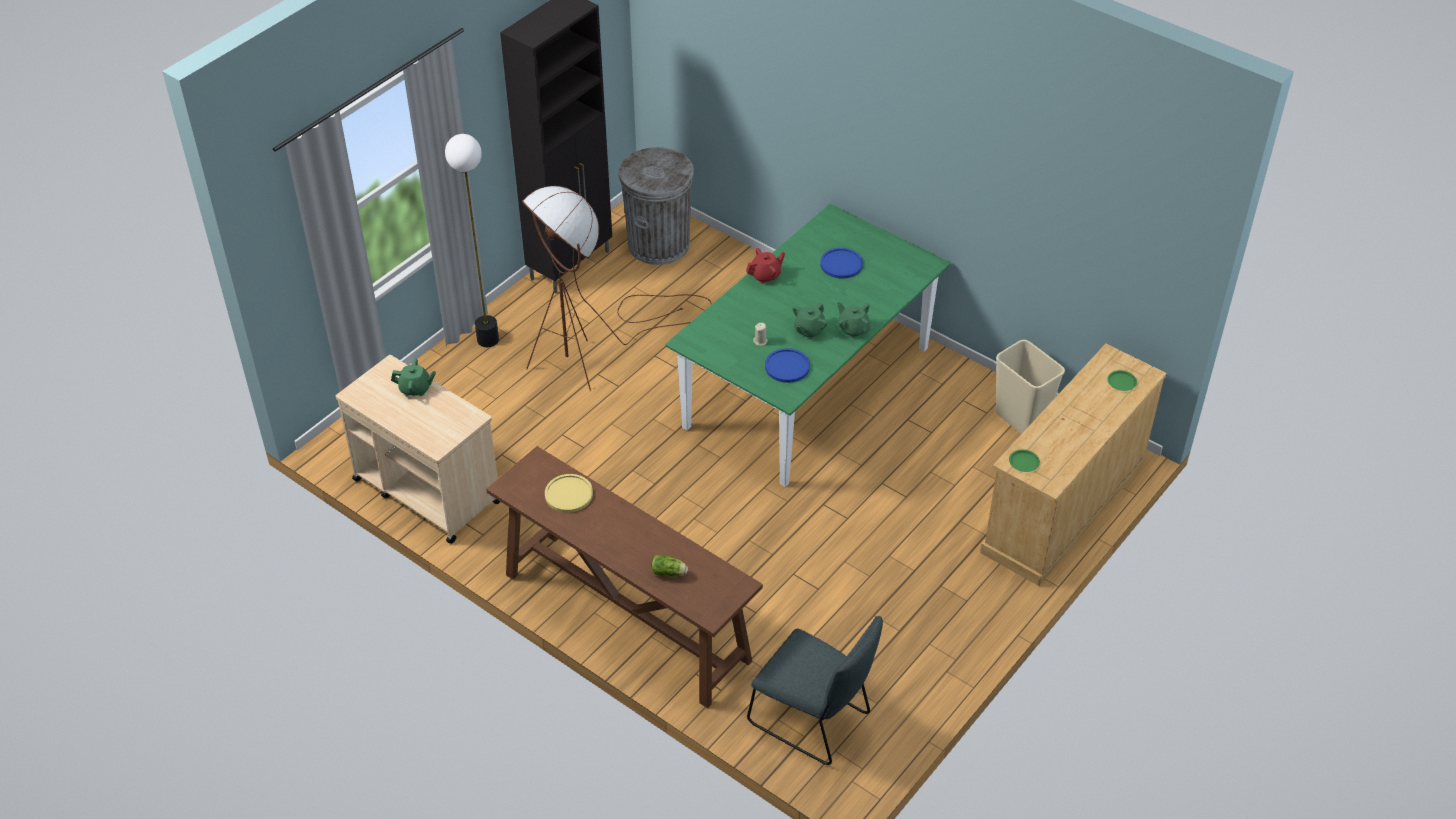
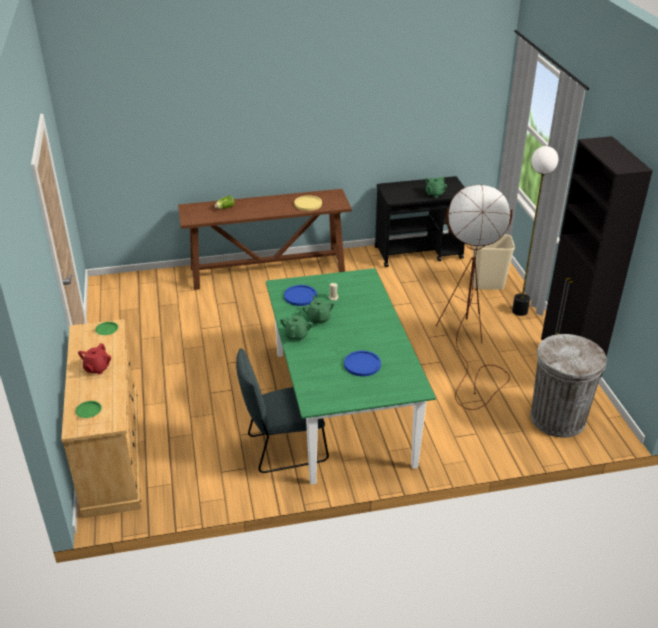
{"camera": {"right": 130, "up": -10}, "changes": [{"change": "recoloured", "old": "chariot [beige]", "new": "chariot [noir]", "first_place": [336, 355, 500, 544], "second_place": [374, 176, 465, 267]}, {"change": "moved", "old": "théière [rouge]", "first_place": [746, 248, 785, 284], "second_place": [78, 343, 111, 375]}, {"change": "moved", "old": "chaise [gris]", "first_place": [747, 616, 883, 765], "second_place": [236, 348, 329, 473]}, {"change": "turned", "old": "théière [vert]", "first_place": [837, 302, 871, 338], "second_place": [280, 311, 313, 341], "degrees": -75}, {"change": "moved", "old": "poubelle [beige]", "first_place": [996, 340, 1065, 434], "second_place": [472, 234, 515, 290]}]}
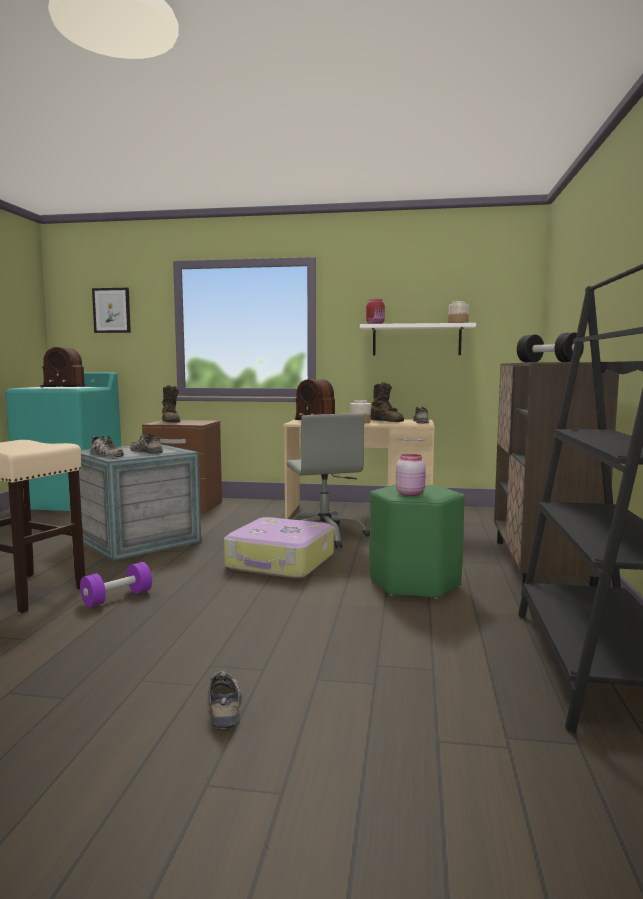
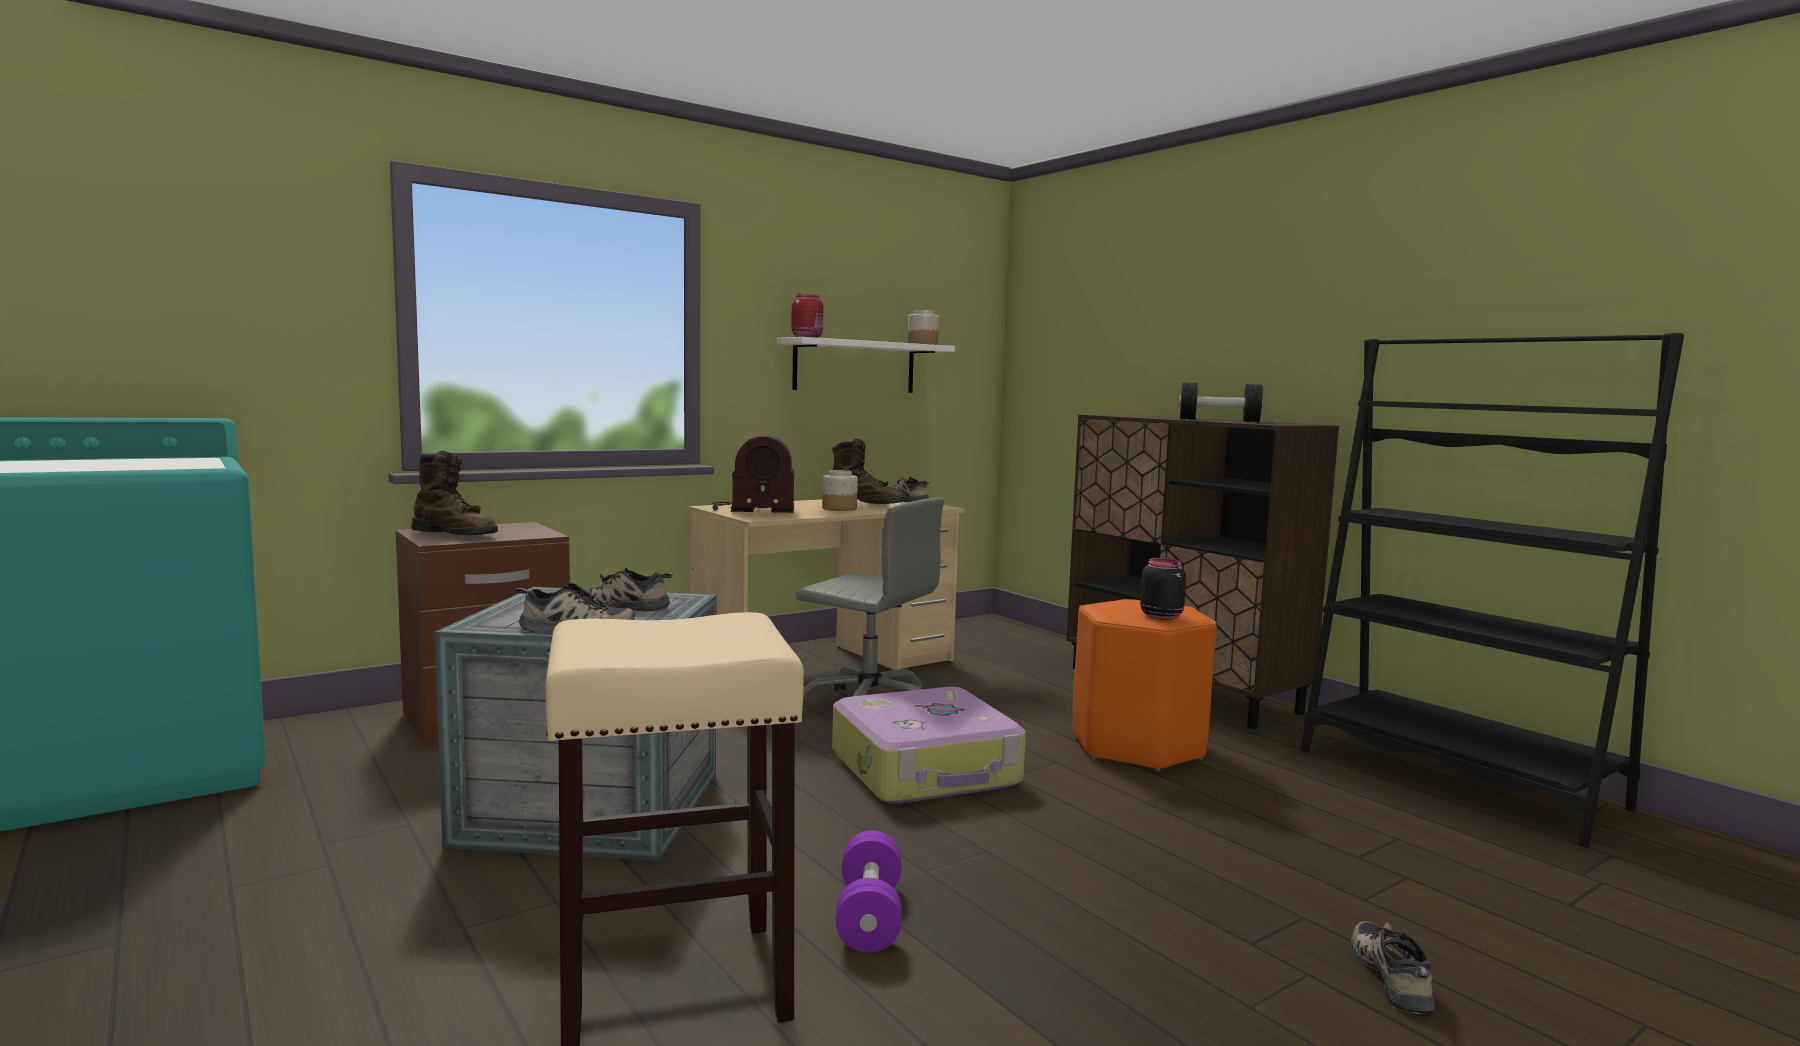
{"camera": {"right": -45, "up": 0}, "changes": [{"change": "removed", "old": "radio", "first_place": [40, 347, 85, 388]}, {"change": "removed", "old": "tableau", "first_place": [92, 288, 131, 333]}, {"change": "turned", "old": "chaussure", "first_place": [209, 671, 242, 729], "second_place": [1351, 921, 1435, 1015], "degrees": 60}, {"change": "recoloured", "old": "tabouret [vert]", "new": "tabouret [orange]", "first_place": [369, 485, 465, 599], "second_place": [1073, 599, 1217, 772]}, {"change": "recoloured", "old": "bocal [rose]", "new": "bocal [noir]", "first_place": [396, 454, 426, 496], "second_place": [1140, 558, 1186, 620]}]}
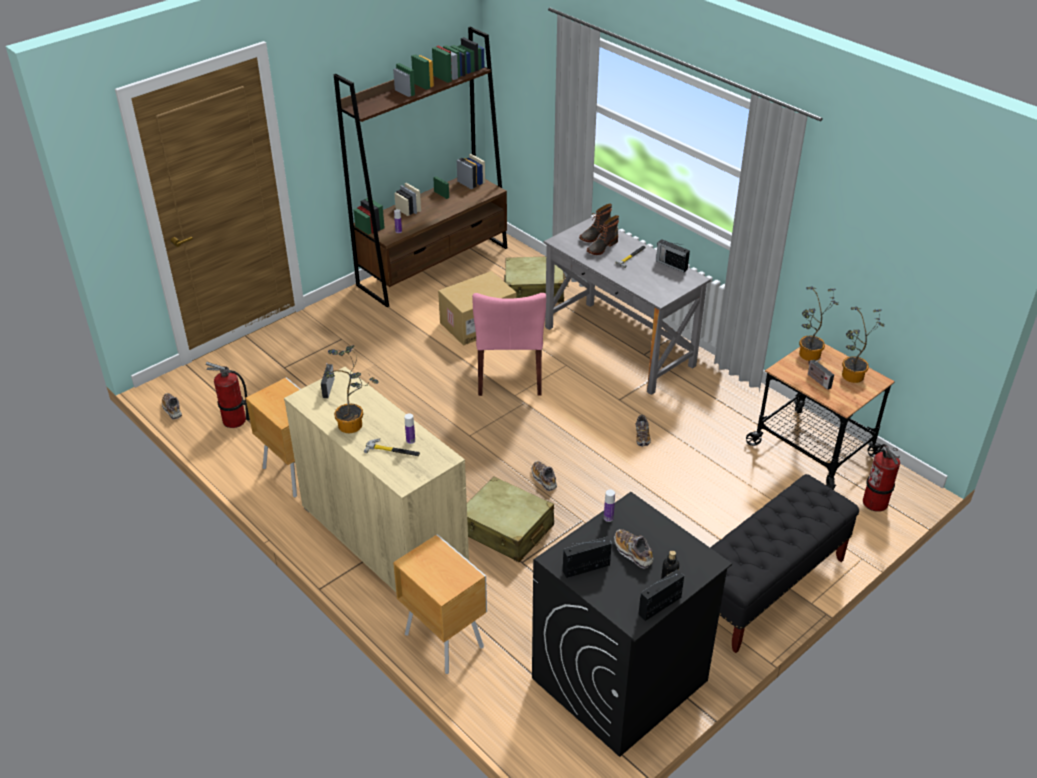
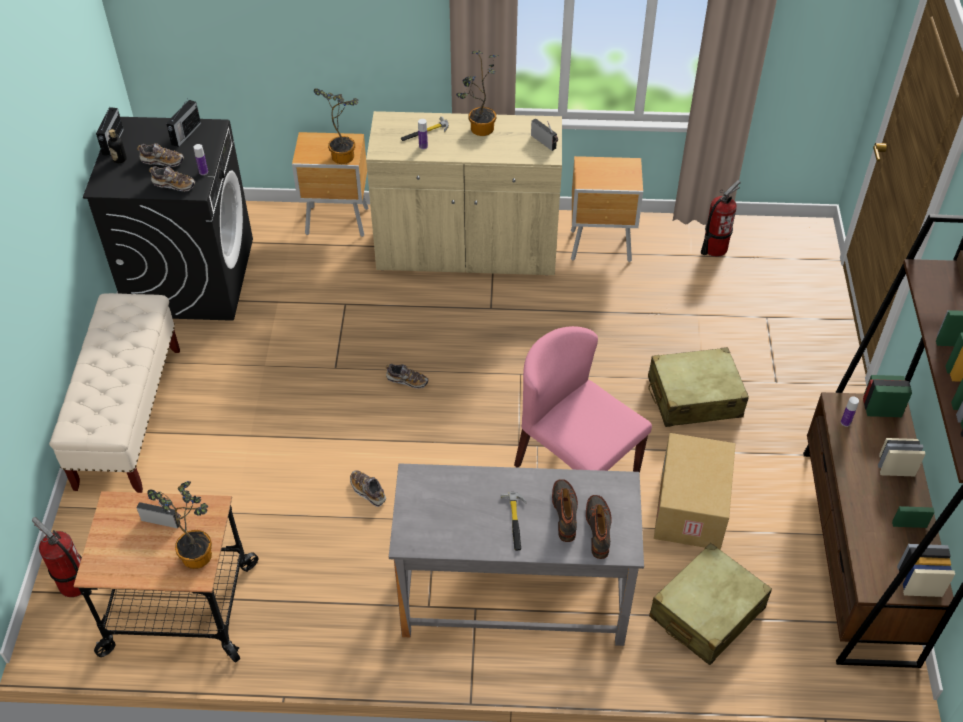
{"camera": {"right": 135, "up": 10}, "changes": [{"change": "moved", "old": "chaussure", "first_place": [162, 393, 182, 420], "second_place": [149, 166, 195, 191]}, {"change": "moved", "old": "valise [beige]", "first_place": [467, 476, 554, 562], "second_place": [648, 347, 749, 427]}, {"change": "removed", "old": "radio", "first_place": [656, 239, 690, 272]}, {"change": "recoloured", "old": "banc [noir]", "new": "banc [beige]", "first_place": [710, 474, 859, 653], "second_place": [49, 293, 180, 493]}, {"change": "moved", "old": "plante en pot", "first_place": [842, 307, 885, 383], "second_place": [314, 88, 359, 164]}]}
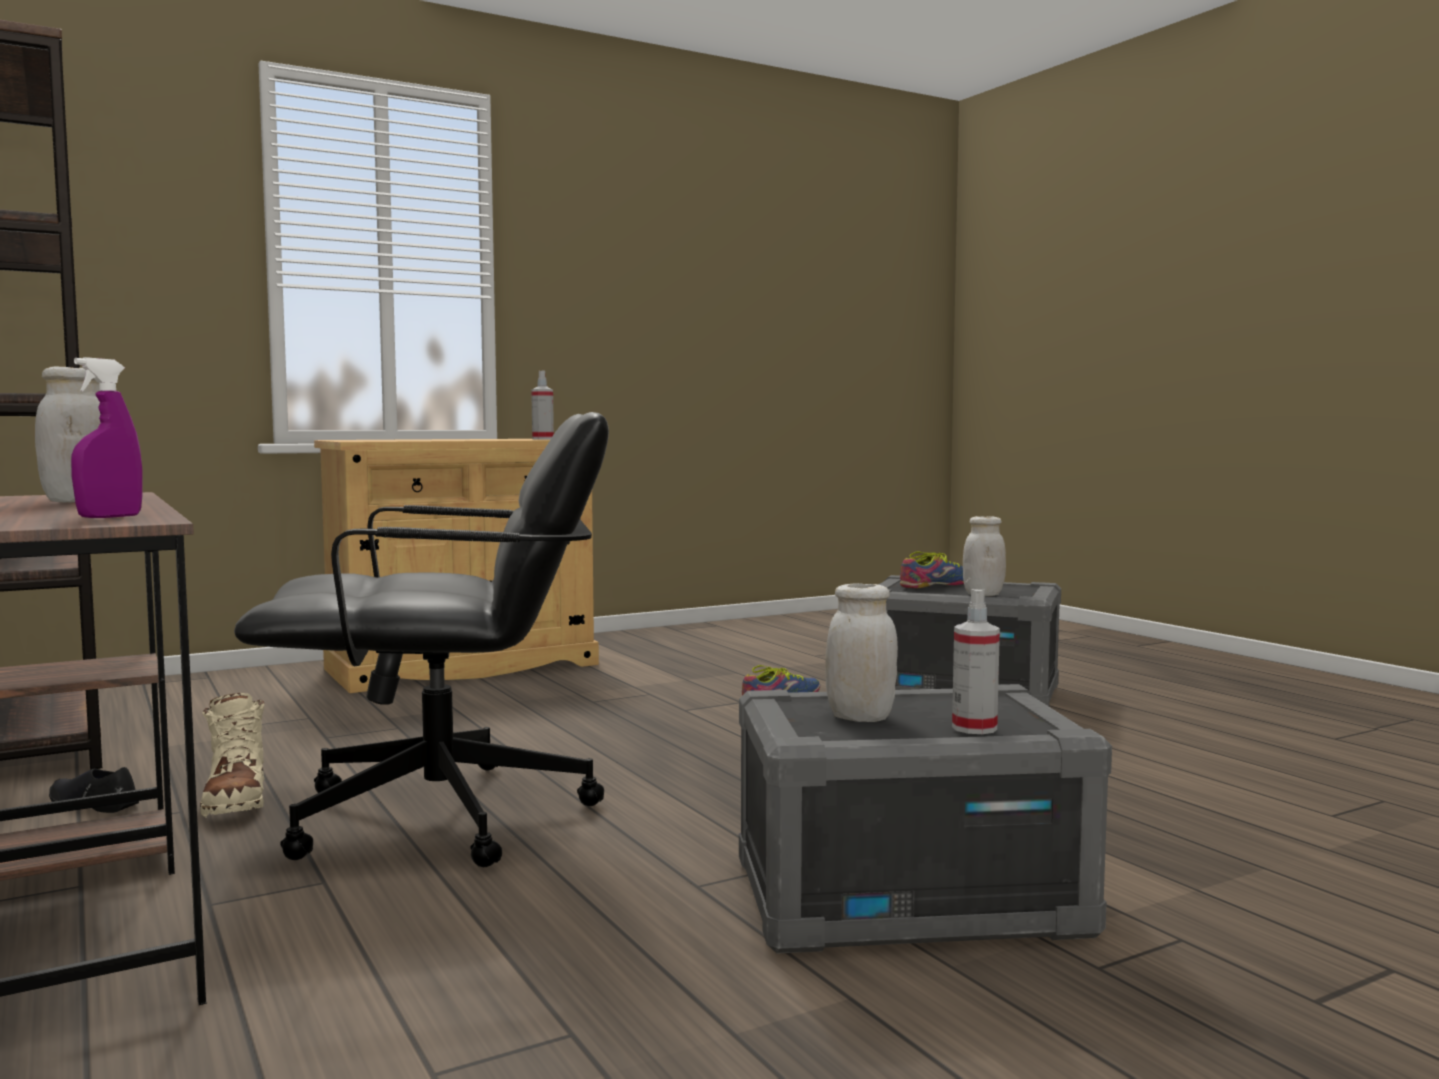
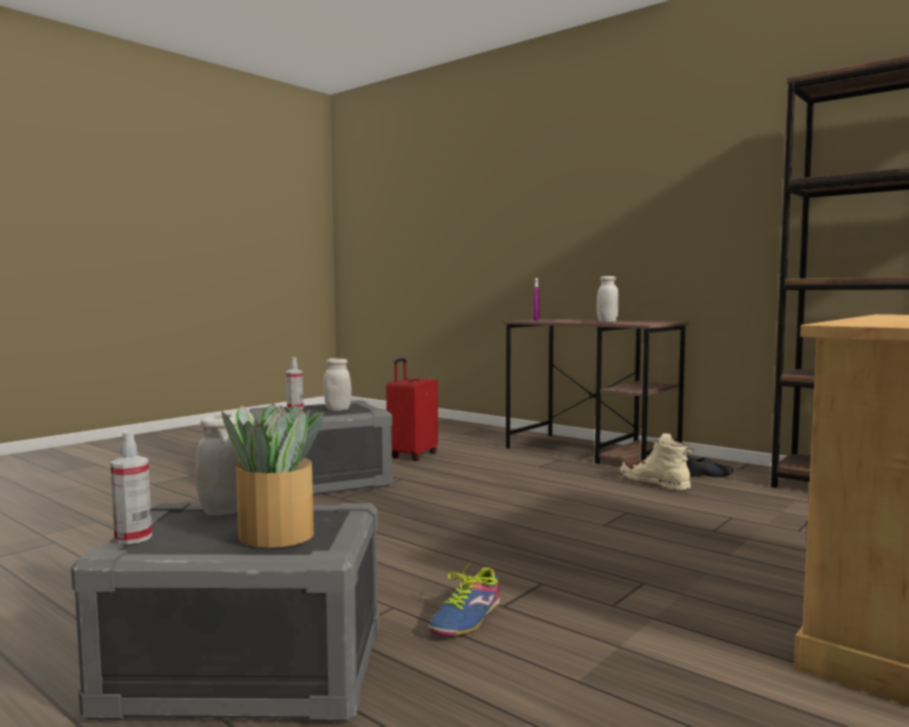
{"camera": {"right": 160, "up": 0}, "changes": [{"change": "removed", "old": "chaise de bureau [noir]", "first_place": [234, 412, 609, 867]}, {"change": "moved", "old": "vaporisateur", "first_place": [531, 370, 554, 439], "second_place": [110, 431, 152, 544]}, {"change": "replaced", "old": "chaussure", "new": "plante en pot", "first_place": [900, 551, 964, 589], "second_place": [221, 403, 323, 548]}, {"change": "added", "new": "valise [rouge]", "second_place": [386, 358, 438, 461]}]}
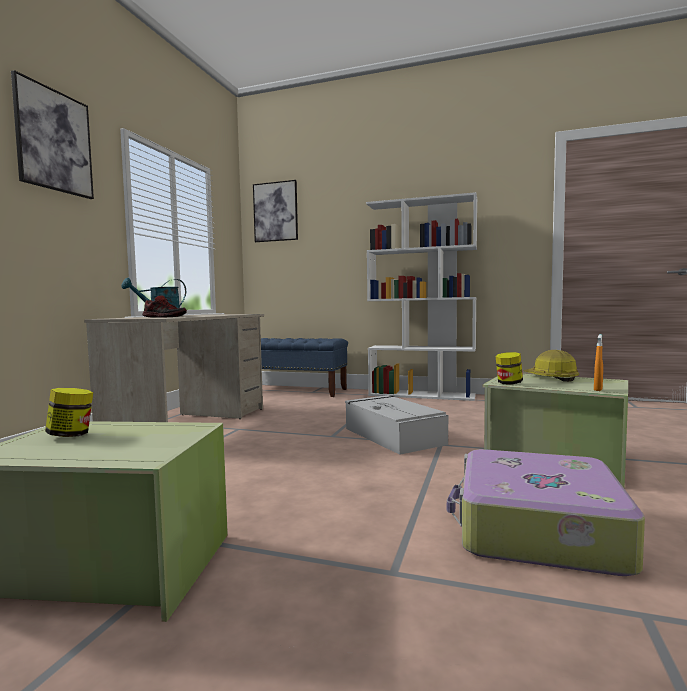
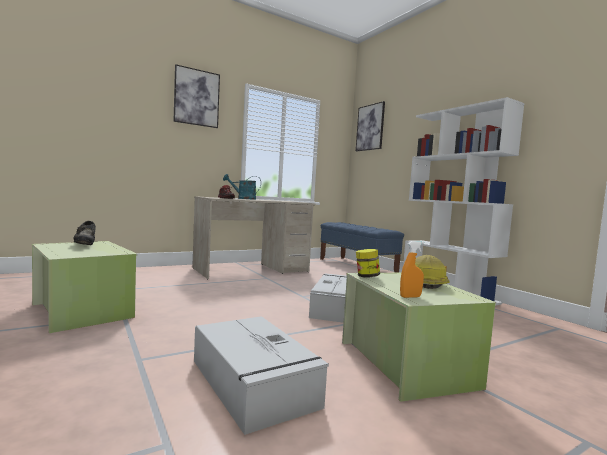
{"camera": {"right": 40, "up": 0}, "changes": [{"change": "replaced", "old": "bocal", "new": "chaussure [noir]", "first_place": [45, 388, 93, 437], "second_place": [74, 221, 96, 245]}, {"change": "replaced", "old": "valise", "new": "boîte de rangement [gris]", "first_place": [447, 449, 645, 576], "second_place": [194, 316, 329, 435]}]}
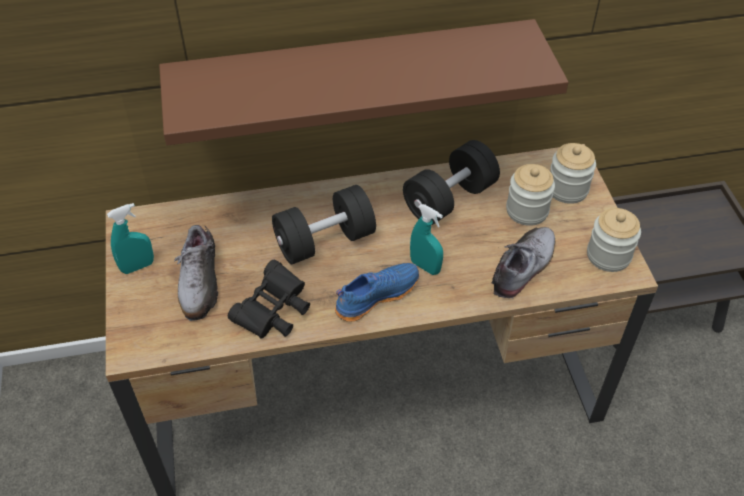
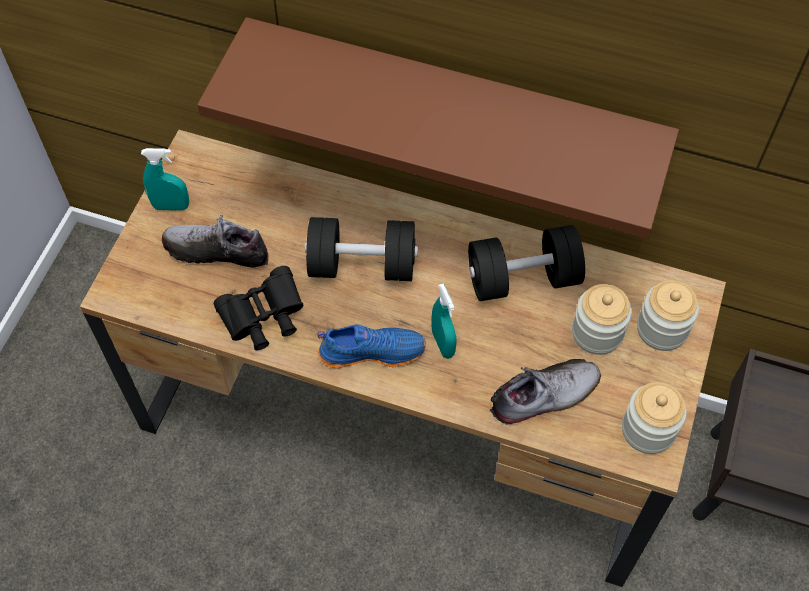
{"camera": {"right": 30, "up": 10}, "changes": [{"change": "turned", "old": "chaussure", "first_place": [174, 225, 220, 321], "second_place": [162, 215, 269, 267], "degrees": 75}]}
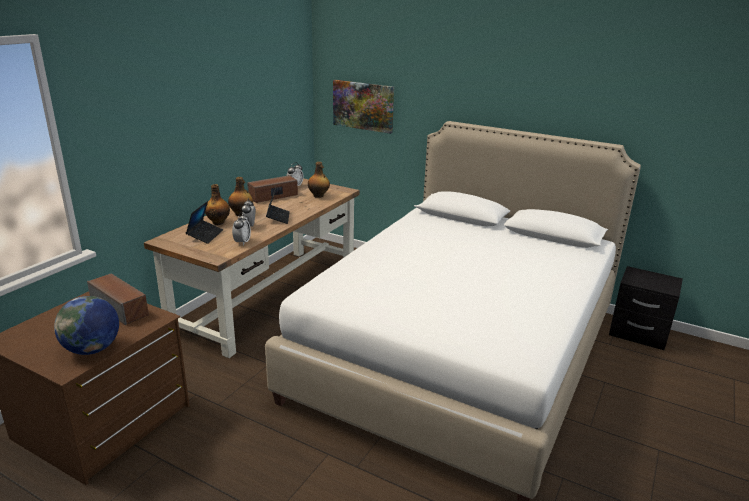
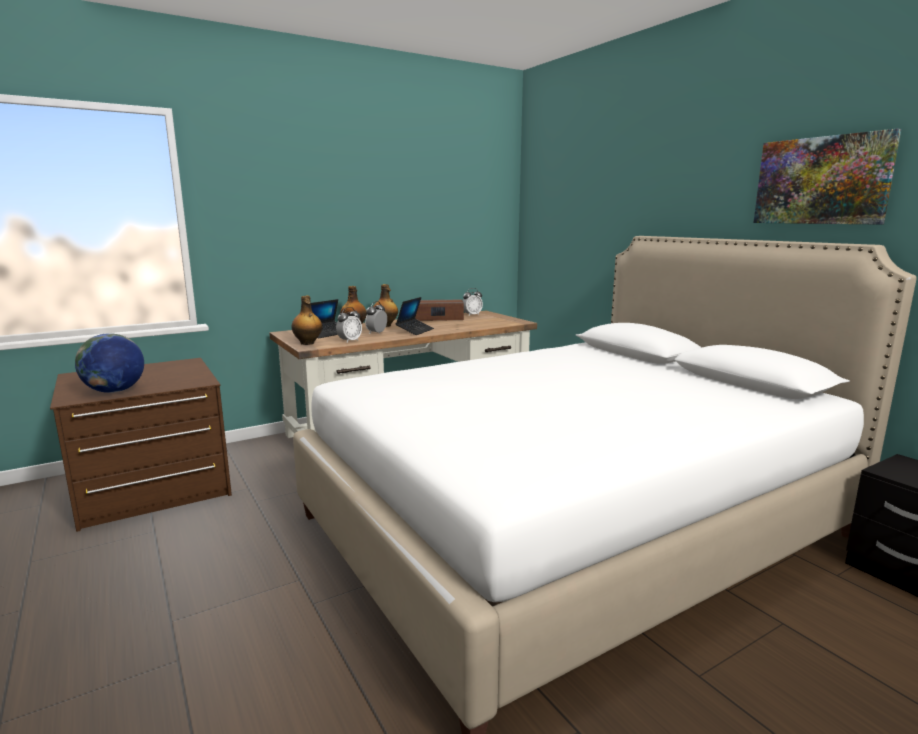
{"camera": {"right": 30, "up": -10}, "changes": [{"change": "removed", "old": "enceinte", "first_place": [87, 273, 149, 325]}, {"change": "moved", "old": "bouteille", "first_place": [308, 162, 330, 198], "second_place": [291, 296, 322, 345]}, {"change": "moved", "old": "tableau", "first_place": [333, 80, 394, 134], "second_place": [753, 128, 901, 225]}]}
